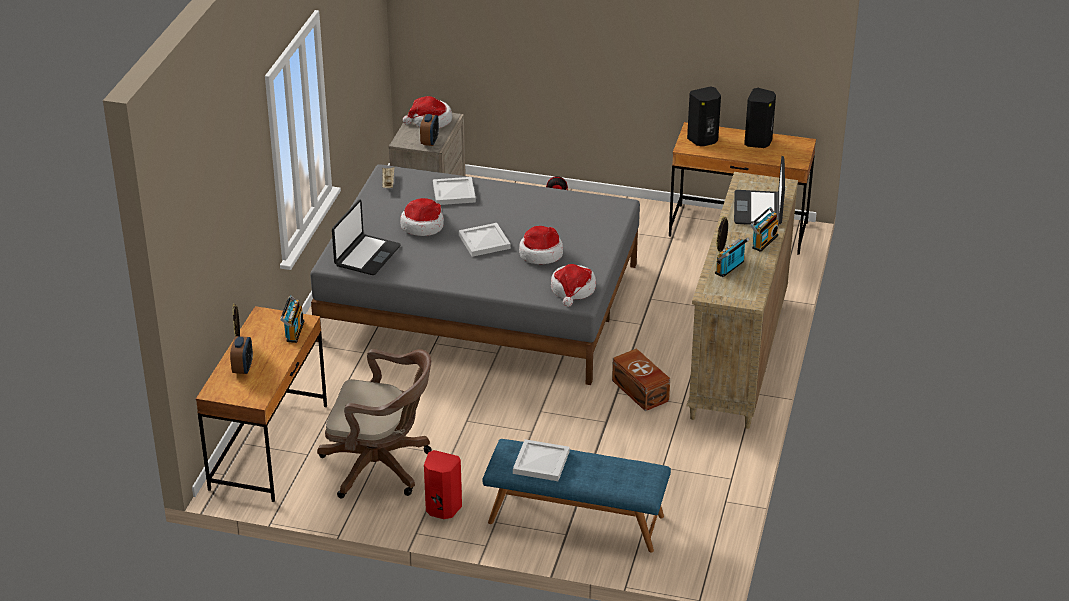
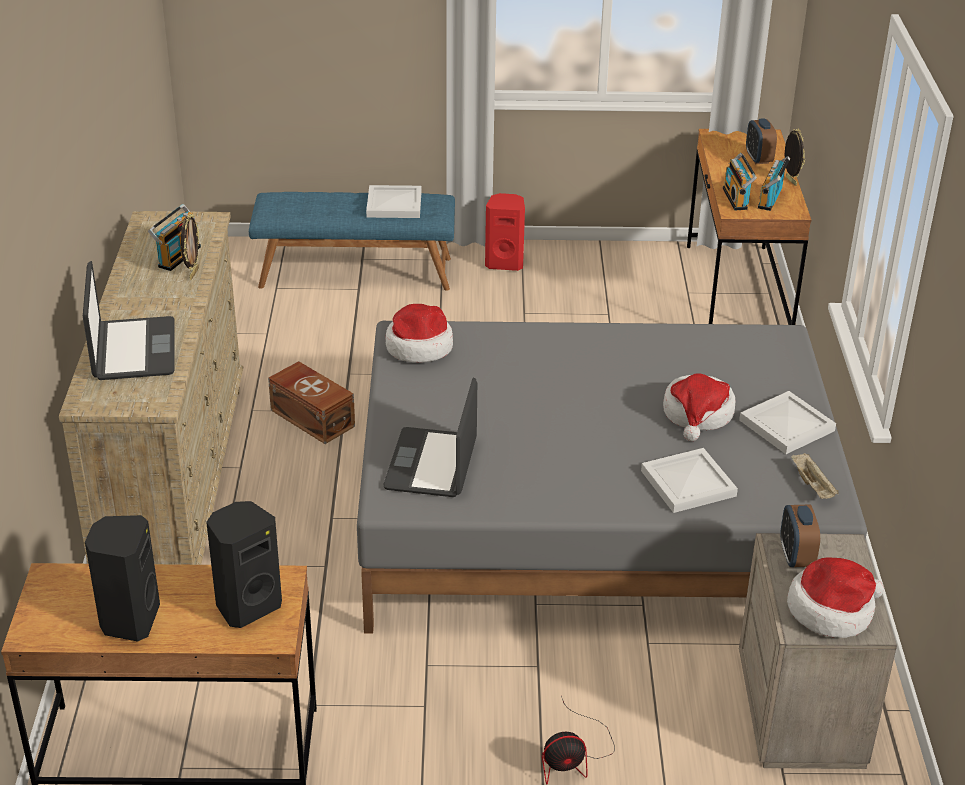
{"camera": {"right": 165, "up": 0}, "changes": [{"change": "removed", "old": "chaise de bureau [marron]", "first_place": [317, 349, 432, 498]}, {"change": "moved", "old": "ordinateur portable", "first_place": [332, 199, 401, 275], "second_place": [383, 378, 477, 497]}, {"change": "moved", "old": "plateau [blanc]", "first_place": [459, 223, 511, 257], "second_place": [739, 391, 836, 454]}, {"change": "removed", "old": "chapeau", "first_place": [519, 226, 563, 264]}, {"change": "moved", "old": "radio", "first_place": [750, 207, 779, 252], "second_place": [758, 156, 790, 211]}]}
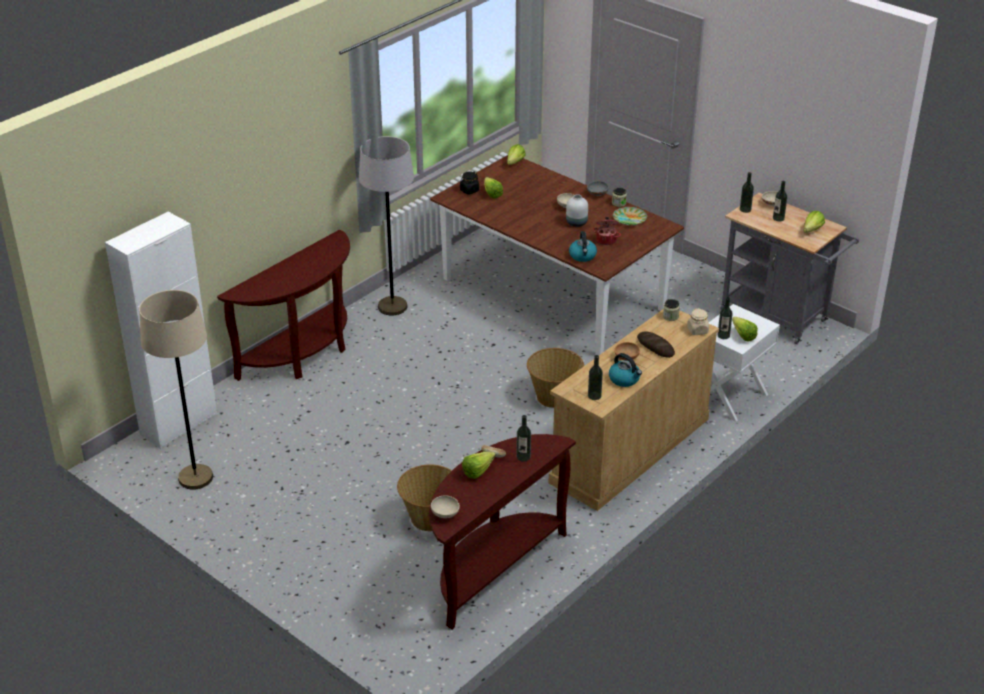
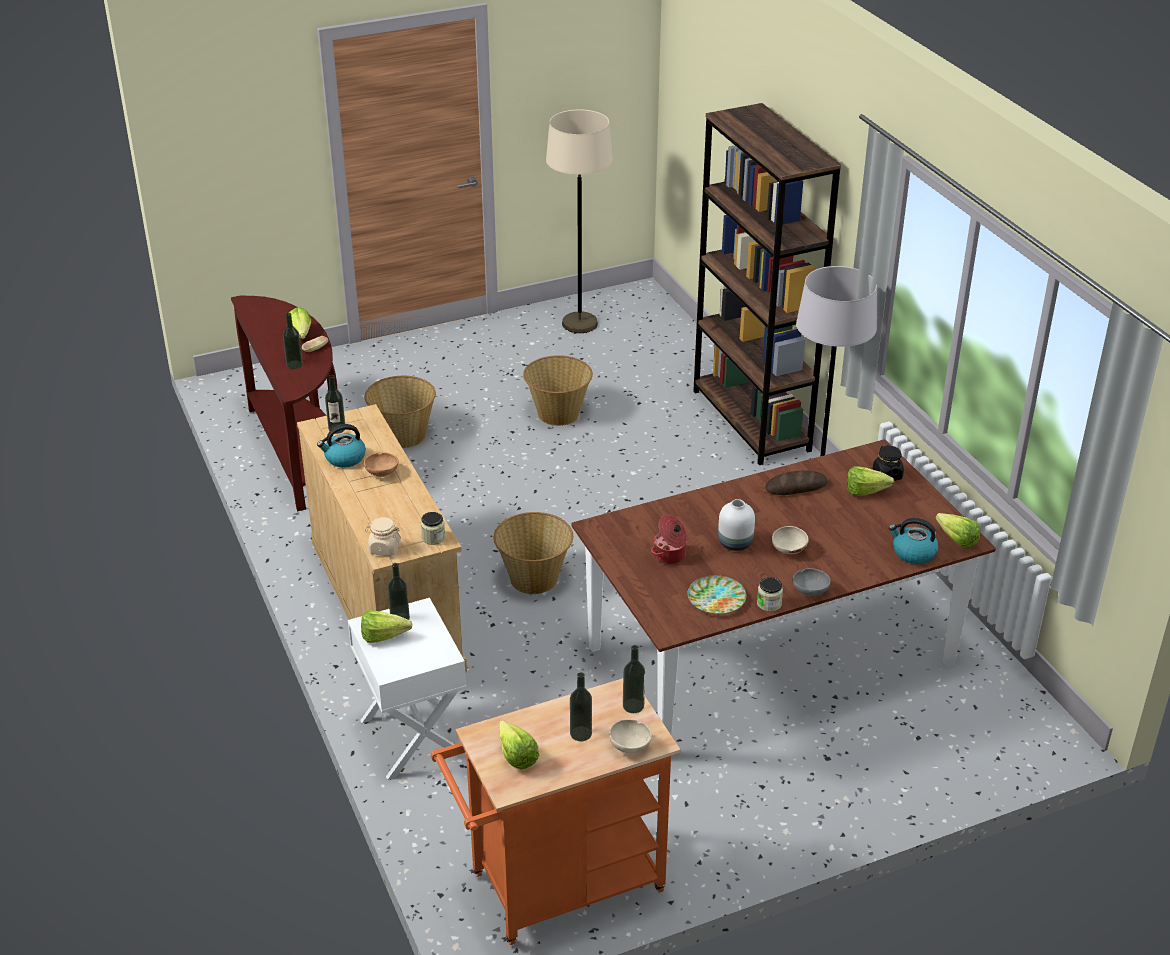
{"camera": {"right": 115, "up": 0}, "changes": [{"change": "removed", "old": "meuble de rangement [blanc]", "first_place": [105, 212, 217, 449]}, {"change": "replaced", "old": "table console [marron]", "new": "bibliothèque [marron]", "first_place": [217, 229, 350, 381], "second_place": [693, 103, 842, 465]}, {"change": "removed", "old": "bol [beige]", "first_place": [431, 495, 460, 518]}, {"change": "moved", "old": "bouilloire", "first_place": [569, 231, 597, 262], "second_place": [889, 518, 939, 564]}, {"change": "moved", "old": "pain", "first_place": [637, 332, 675, 358], "second_place": [765, 470, 828, 495]}, {"change": "recoloured", "old": "chariot [gris]", "new": "chariot [orange]", "first_place": [720, 193, 859, 344], "second_place": [431, 678, 681, 945]}, {"change": "added", "new": "panier", "second_place": [523, 355, 593, 426]}]}
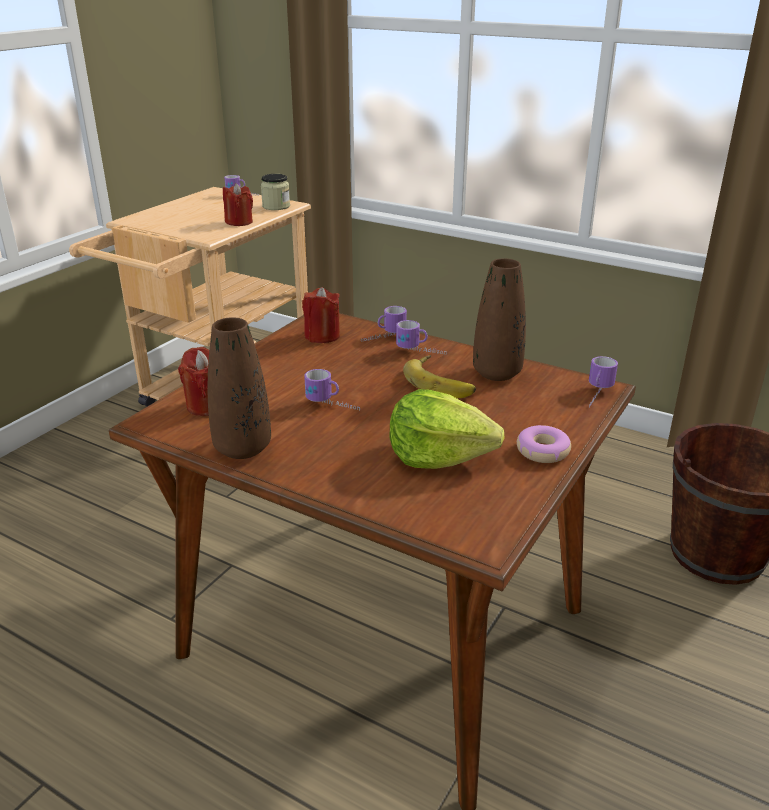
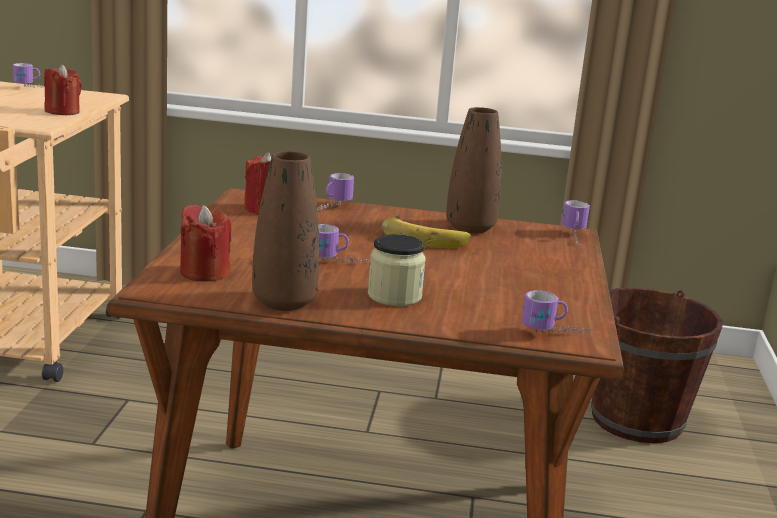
{"camera": {"right": -25, "up": -10}, "changes": [{"change": "moved", "old": "bocal", "first_place": [261, 174, 290, 210], "second_place": [368, 234, 426, 306]}, {"change": "removed", "old": "laitue", "first_place": [389, 389, 505, 469]}, {"change": "moved", "old": "mug", "first_place": [396, 320, 447, 354], "second_place": [522, 290, 591, 334]}, {"change": "removed", "old": "beignet", "first_place": [517, 425, 571, 463]}]}
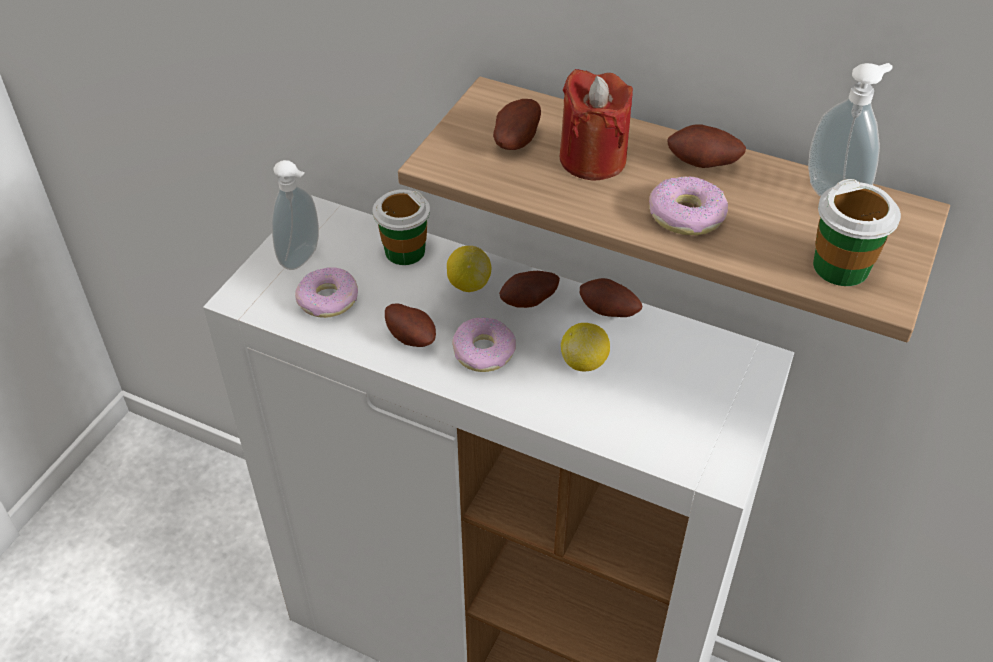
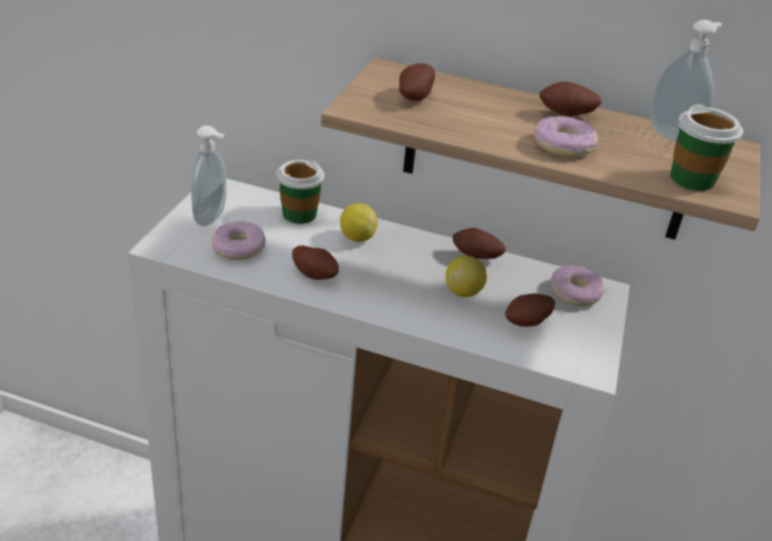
{"camera": {"right": -10, "up": -10}, "changes": [{"change": "moved", "old": "beignet", "first_place": [452, 317, 516, 372], "second_place": [551, 265, 605, 306]}, {"change": "moved", "old": "pomme de terre", "first_place": [499, 271, 560, 308], "second_place": [506, 294, 555, 327]}, {"change": "removed", "old": "bougie [rouge]", "first_place": [560, 69, 633, 181]}]}
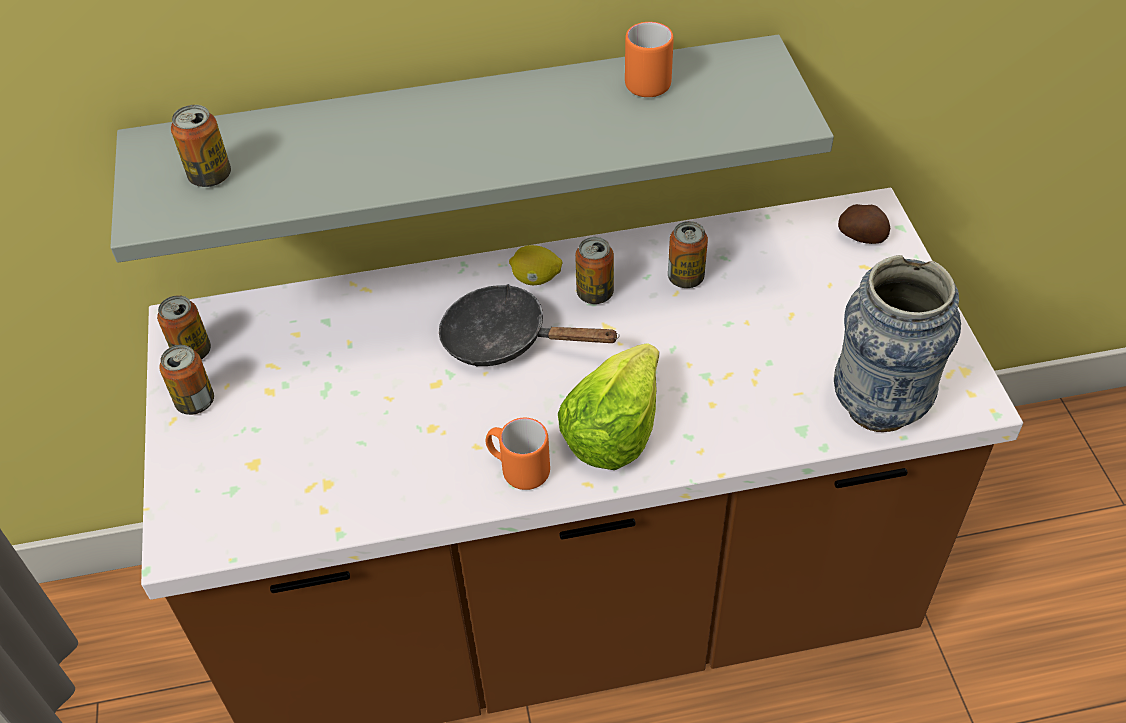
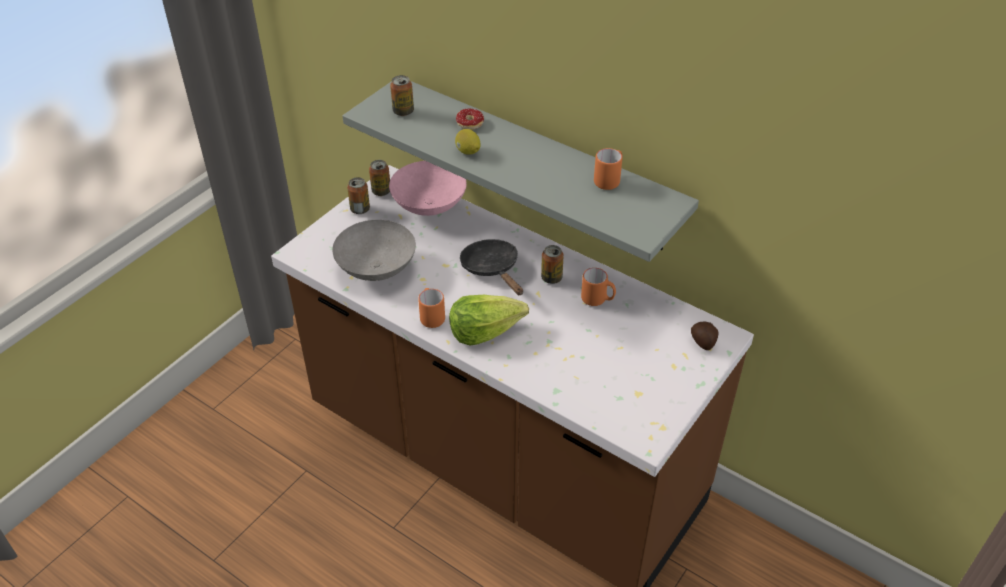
{"camera": {"right": 45, "up": -5}, "changes": [{"change": "moved", "old": "citron", "first_place": [509, 245, 562, 285], "second_place": [455, 129, 481, 155]}, {"change": "replaced", "old": "boîte métallique", "new": "mug [orange]", "first_place": [668, 221, 708, 288], "second_place": [581, 268, 616, 306]}, {"change": "removed", "old": "vase", "first_place": [834, 255, 961, 432]}, {"change": "added", "new": "bol [gris]", "second_place": [332, 220, 416, 281]}, {"change": "added", "new": "bol [rose]", "second_place": [389, 161, 467, 216]}, {"change": "added", "new": "beignet", "second_place": [456, 108, 484, 130]}]}
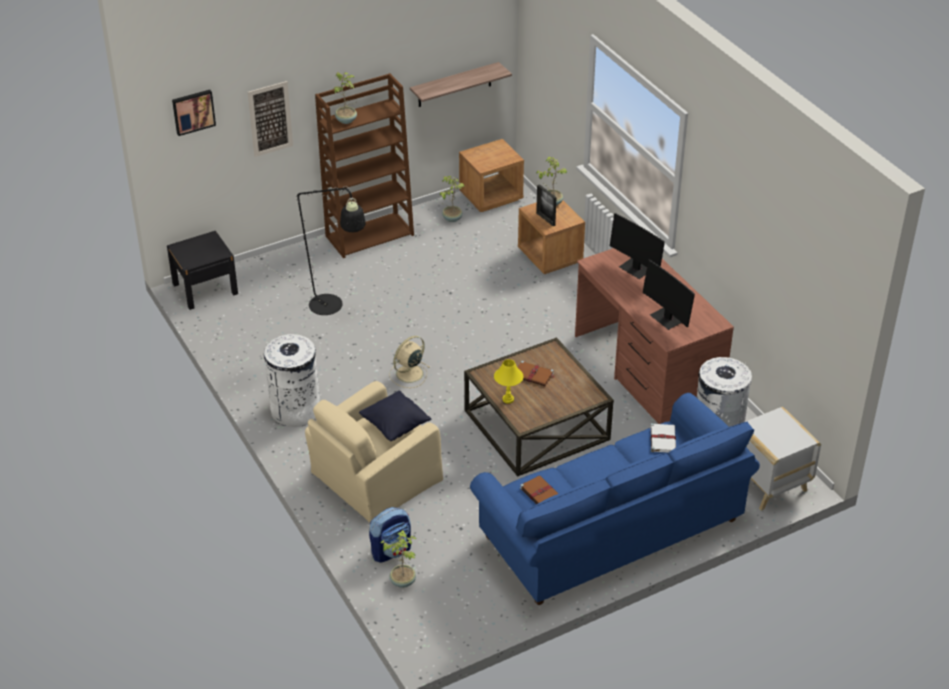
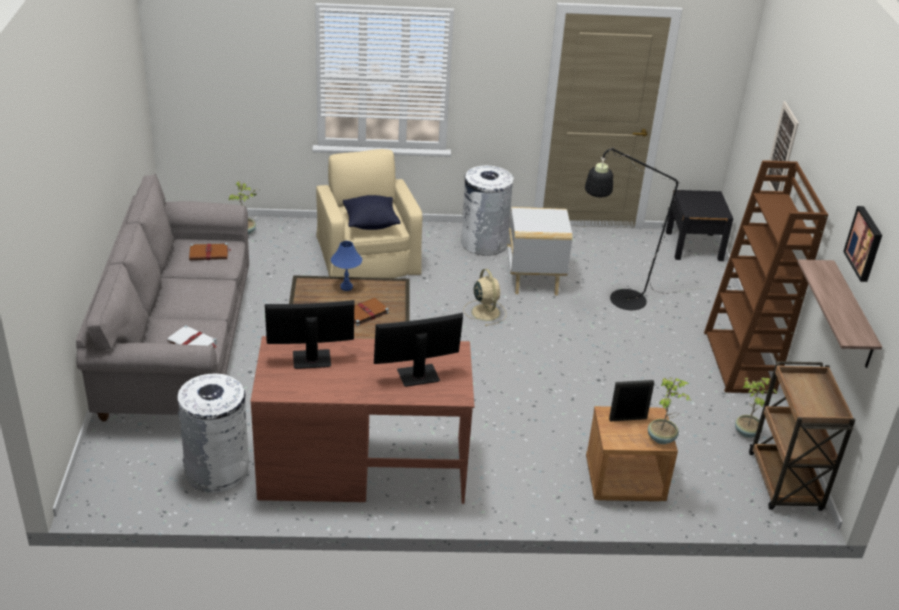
{"camera": {"right": 115, "up": -5}, "changes": [{"change": "moved", "old": "tableau", "first_place": [172, 90, 216, 136], "second_place": [843, 206, 882, 282]}, {"change": "removed", "old": "plante en pot", "first_place": [333, 72, 357, 124]}, {"change": "removed", "old": "sac à dos", "first_place": [369, 507, 411, 563]}, {"change": "replaced", "old": "table de chevet [marron]", "new": "chariot [marron]", "first_place": [459, 139, 524, 212], "second_place": [749, 361, 855, 511]}, {"change": "recoloured", "old": "canapé [bleu]", "new": "canapé [gris]", "first_place": [470, 393, 760, 605], "second_place": [76, 174, 249, 421]}, {"change": "recoloured", "old": "lampe de table [jaune]", "new": "lampe de table [bleu]", "first_place": [494, 359, 524, 404], "second_place": [331, 241, 362, 291]}, {"change": "moved", "old": "table d'appoint [blanc]", "first_place": [745, 407, 821, 511], "second_place": [507, 207, 572, 295]}]}
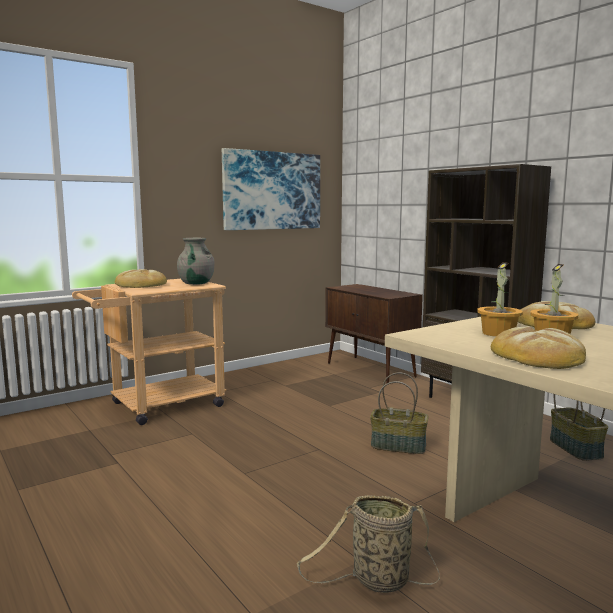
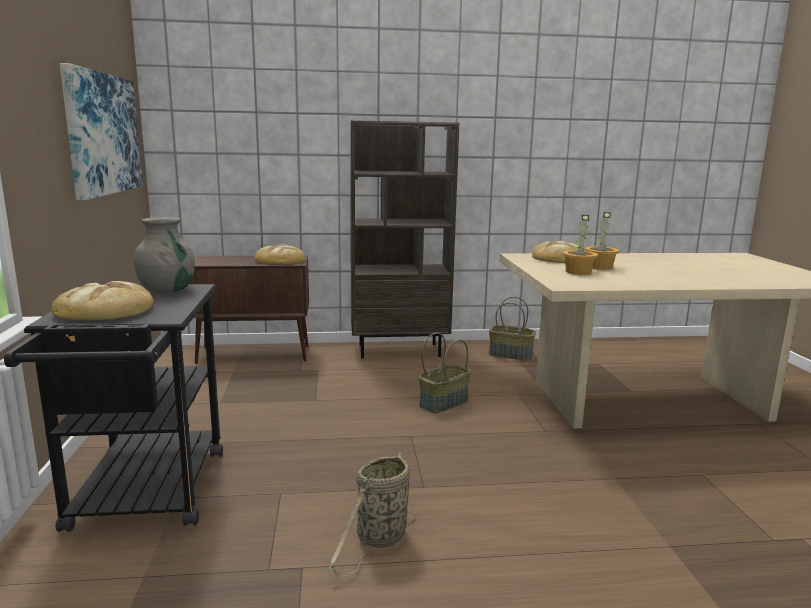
{"camera": {"right": -60, "up": 5}, "changes": [{"change": "recoloured", "old": "chariot [beige]", "new": "chariot [noir]", "first_place": [72, 279, 226, 425], "second_place": [4, 284, 223, 532]}, {"change": "moved", "old": "panier", "first_place": [297, 495, 440, 593], "second_place": [329, 452, 415, 576]}, {"change": "moved", "old": "pain", "first_place": [491, 327, 586, 369], "second_place": [254, 244, 305, 264]}]}
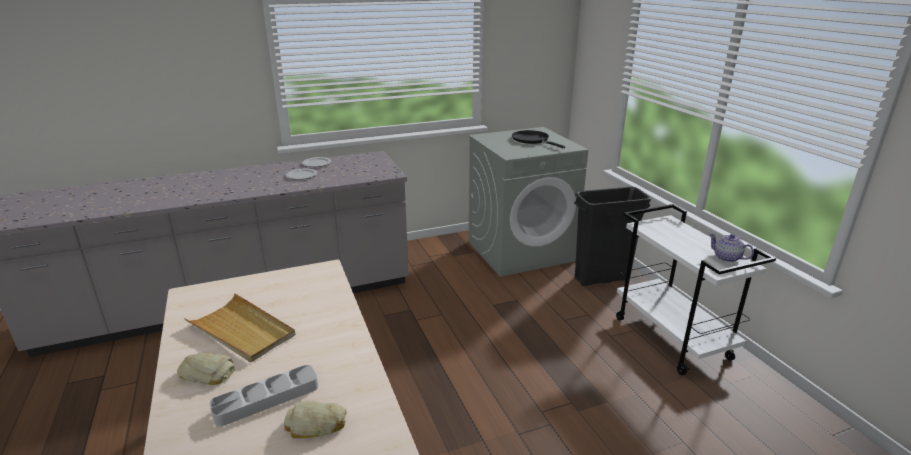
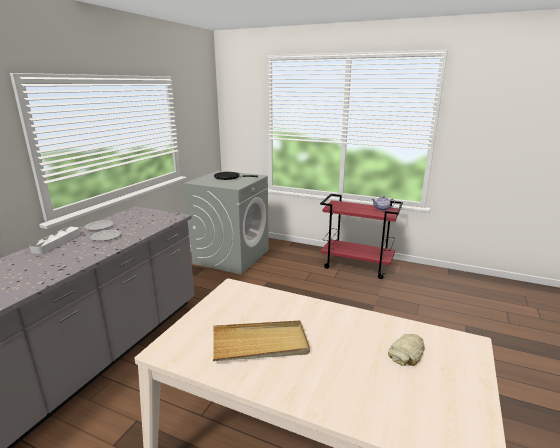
{"camera": {"right": -45, "up": -5}, "changes": [{"change": "removed", "old": "pain", "first_place": [177, 353, 235, 385]}, {"change": "moved", "old": "plateau [gris]", "first_place": [209, 365, 318, 426], "second_place": [29, 227, 80, 254]}, {"change": "removed", "old": "poubelle [noir]", "first_place": [574, 186, 651, 286]}, {"change": "recoloured", "old": "chariot [blanc]", "new": "chariot [rouge]", "first_place": [616, 204, 776, 375], "second_place": [320, 194, 403, 279]}]}
